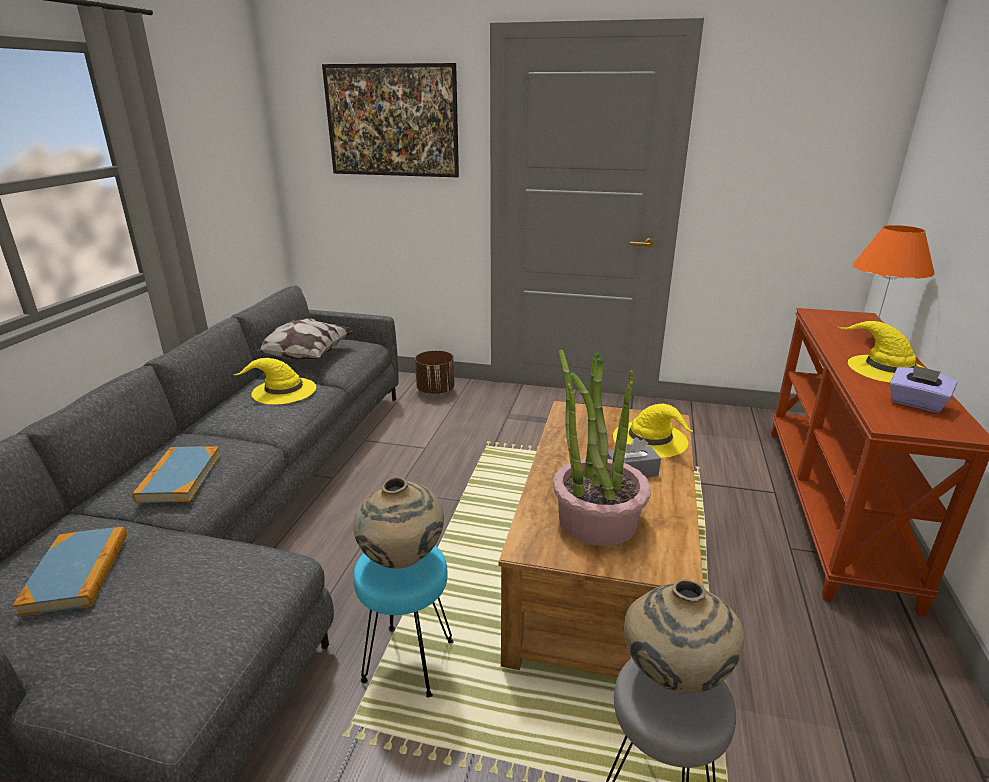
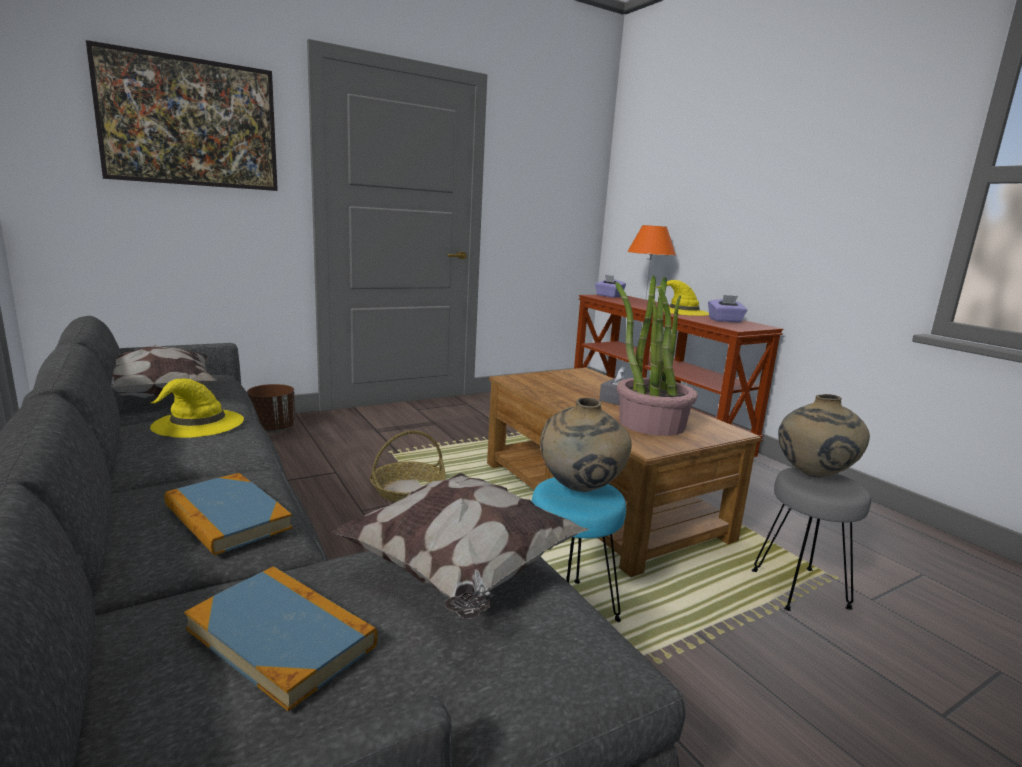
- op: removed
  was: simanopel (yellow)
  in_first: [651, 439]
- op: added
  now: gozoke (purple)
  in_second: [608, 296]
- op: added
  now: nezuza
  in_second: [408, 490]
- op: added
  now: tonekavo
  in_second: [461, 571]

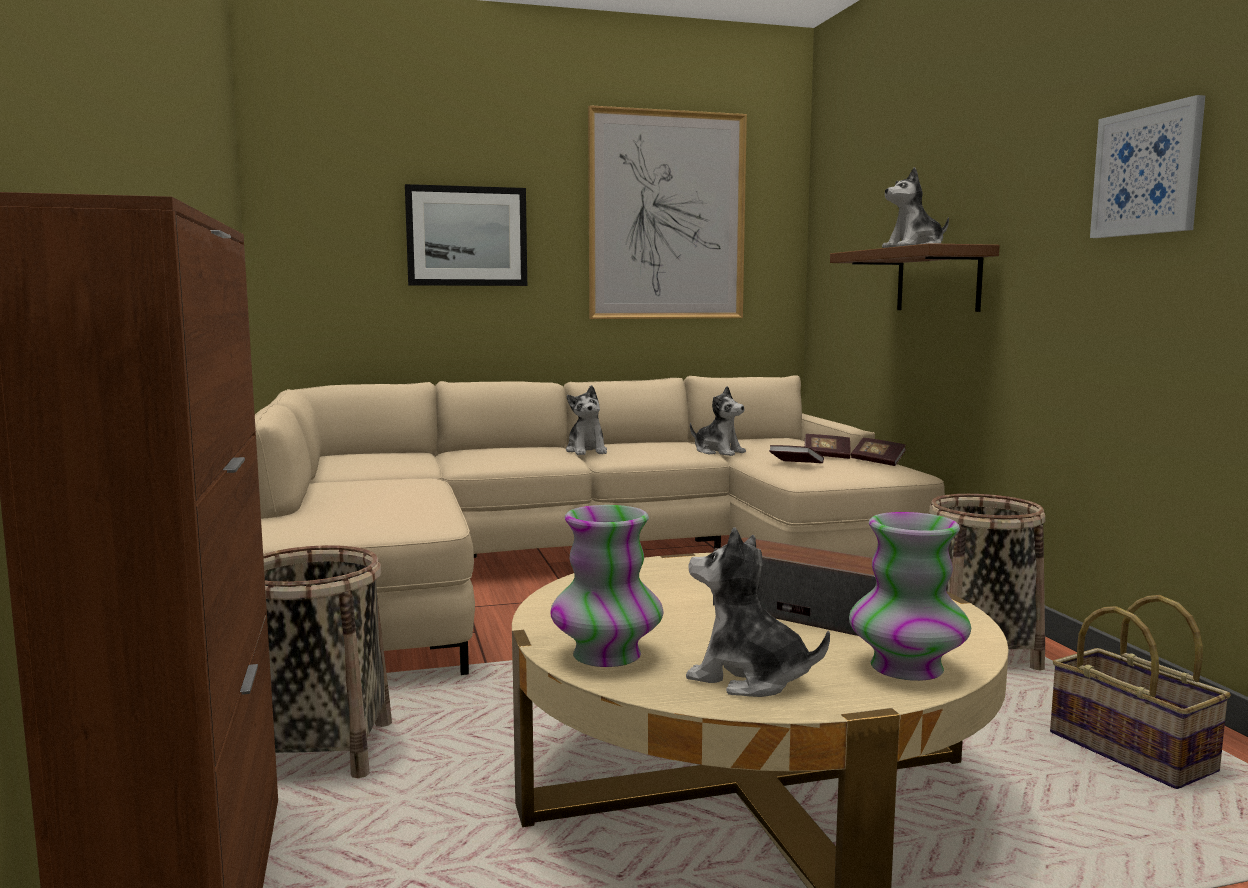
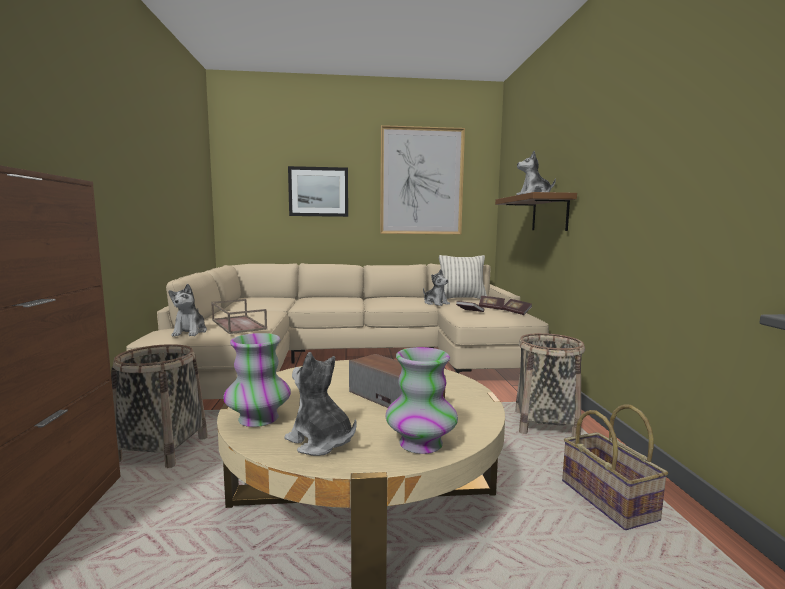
- op: removed
  was: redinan
  in_first: [1147, 172]
- op: moved
  was: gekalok
  in_first: [587, 451]
  in_second: [190, 332]
- op: added
  now: tonekavo
  in_second: [462, 298]
- op: added
  now: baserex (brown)
  in_second: [237, 324]

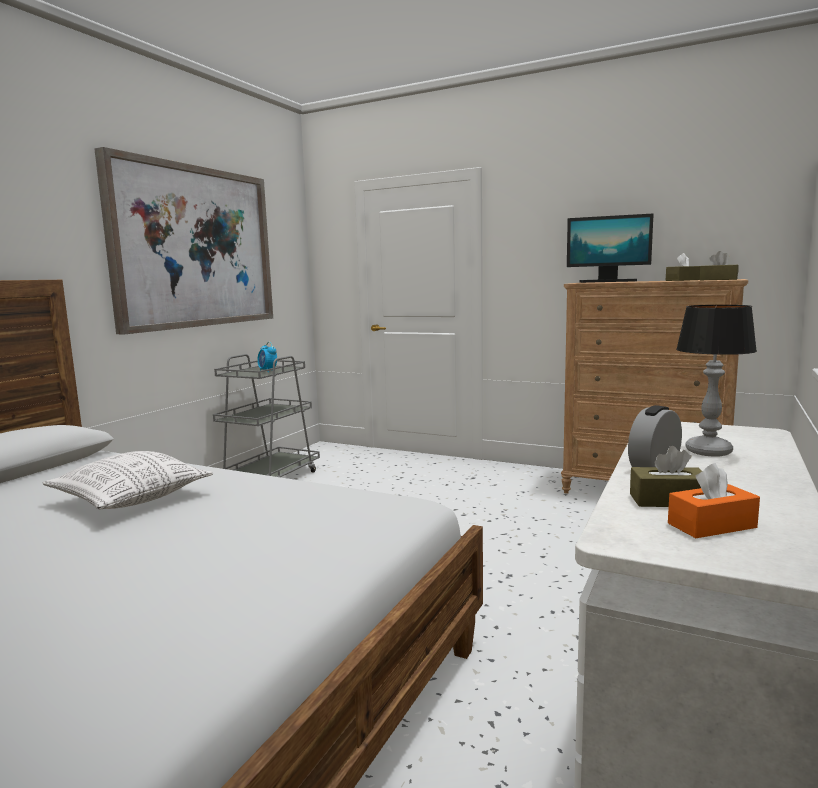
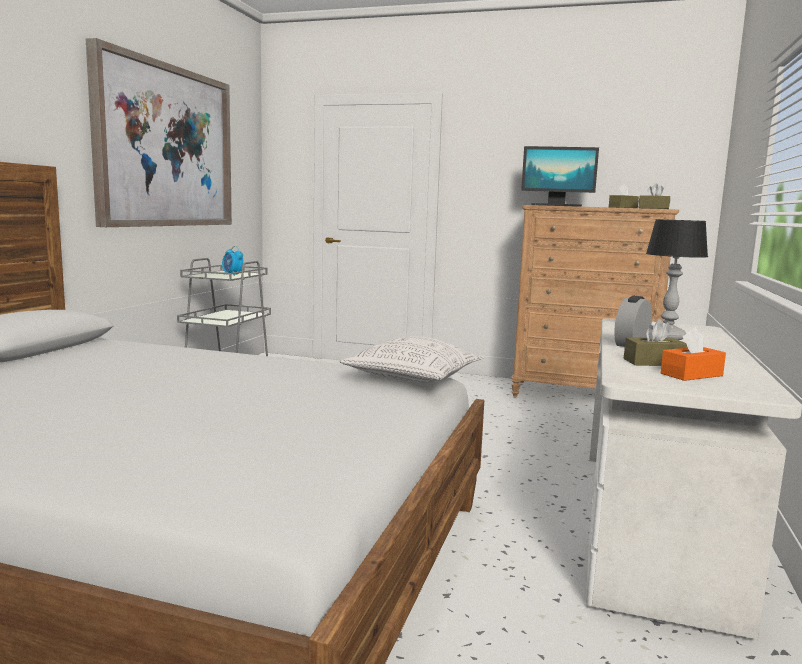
- op: moved
  was: tonekavo
  in_first: [130, 499]
  in_second: [412, 379]

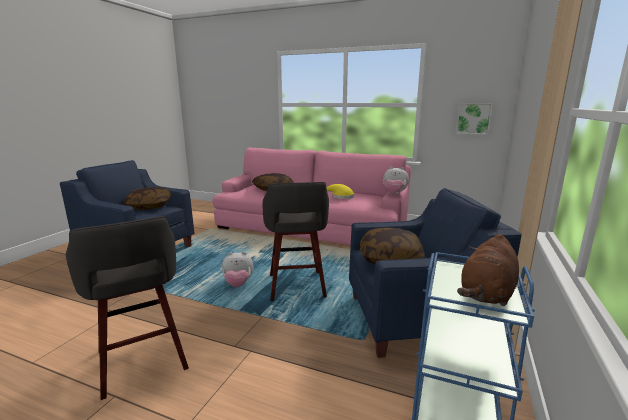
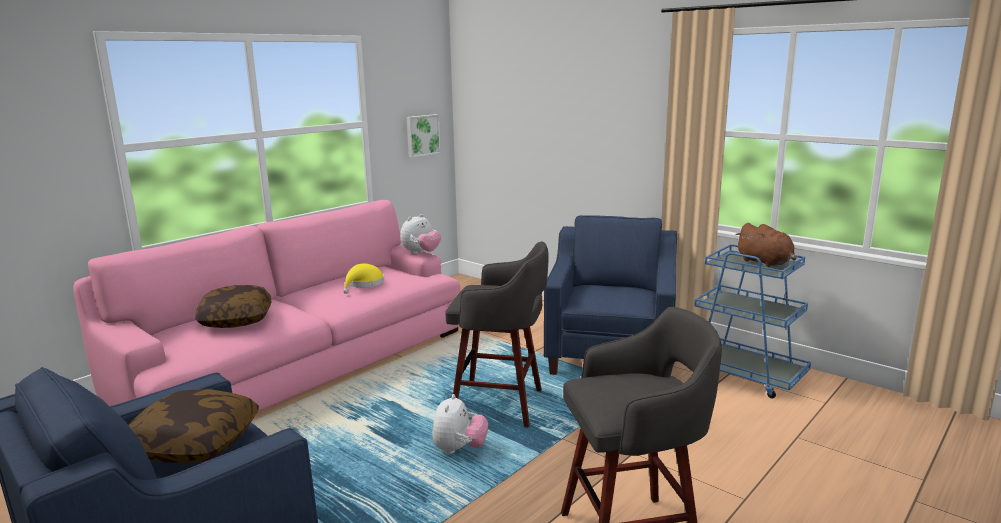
- op: removed
  was: tonekavo
  in_first: [390, 258]

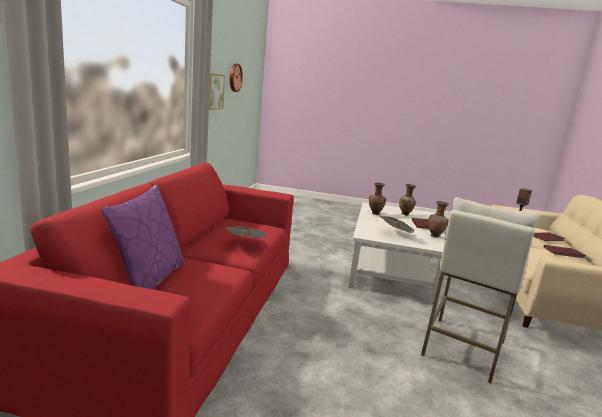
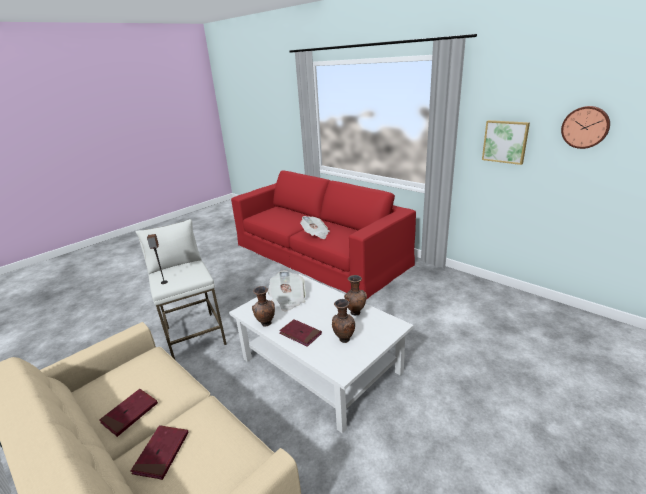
- op: removed
  was: tonekavo (purple)
  in_first: [148, 279]

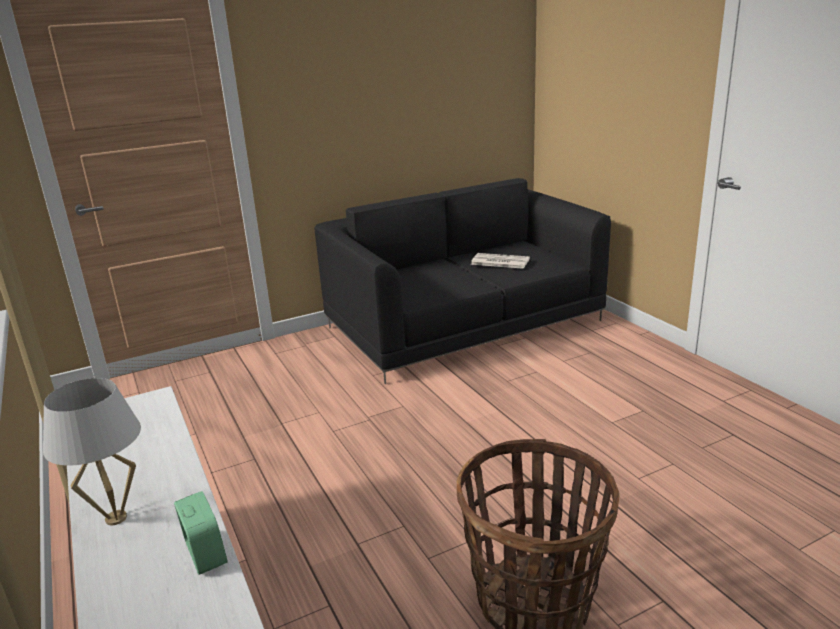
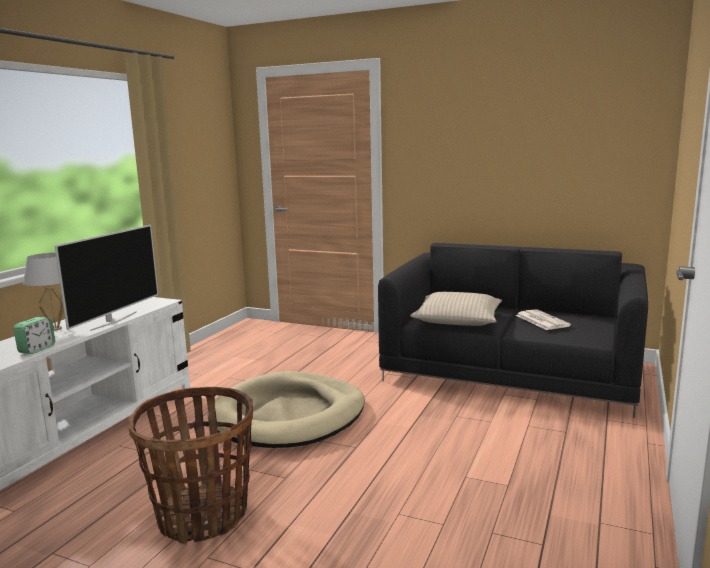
- op: added
  now: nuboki
  in_second: [113, 321]
- op: added
  now: tonekavo (beige)
  in_second: [457, 320]
- op: added
  now: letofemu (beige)
  in_second: [289, 415]

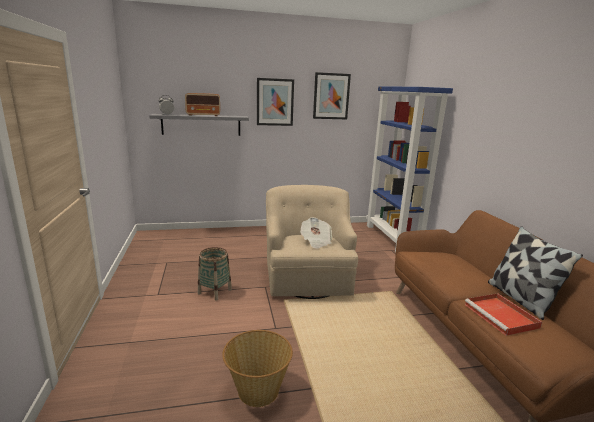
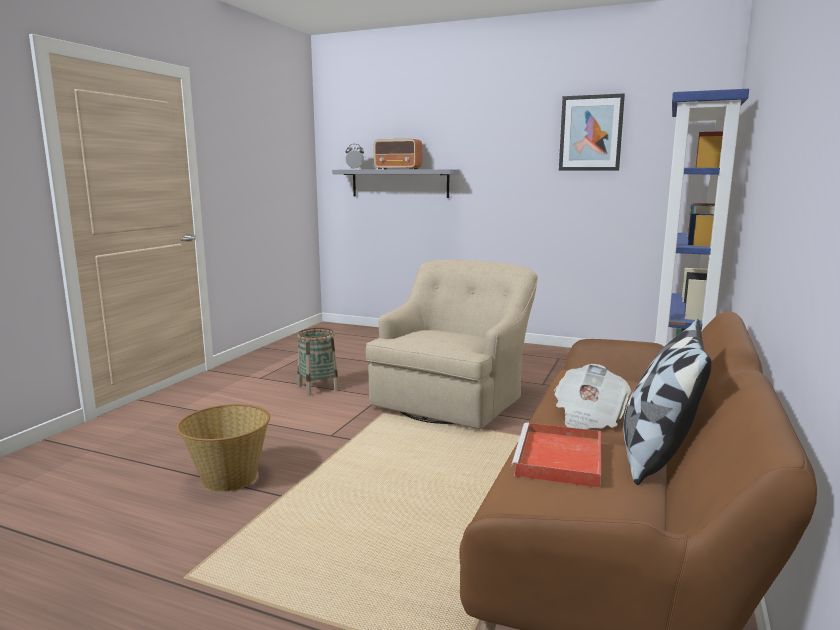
- op: removed
  was: redinan
  in_first: [275, 102]
- op: moved
  was: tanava
  in_first: [316, 241]
  in_second: [588, 417]

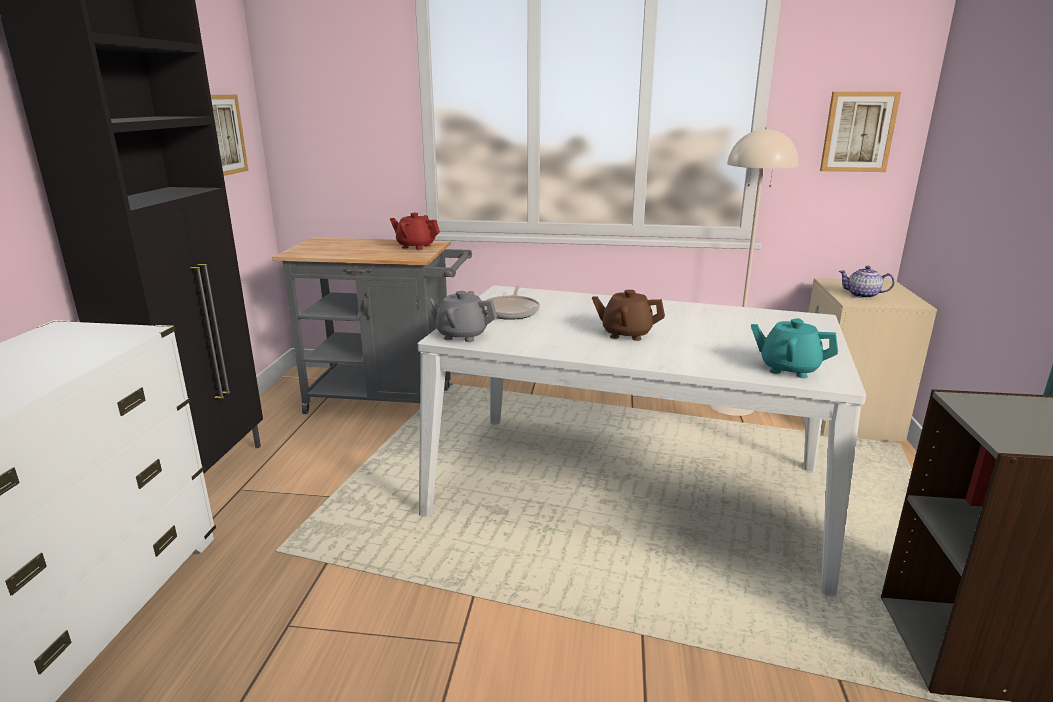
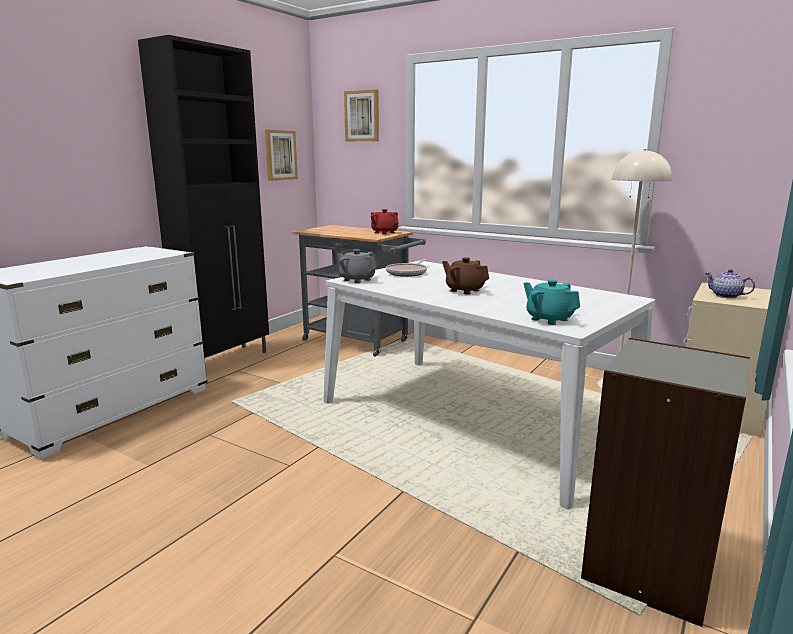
- op: moved
  was: redinan
  in_first: [858, 132]
  in_second: [362, 116]

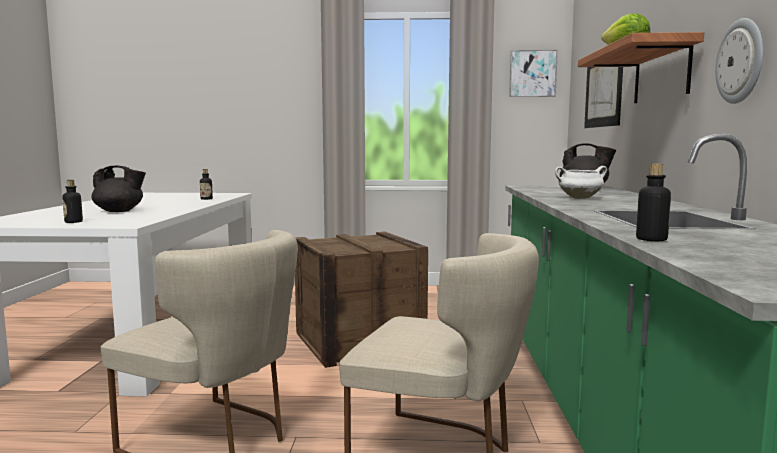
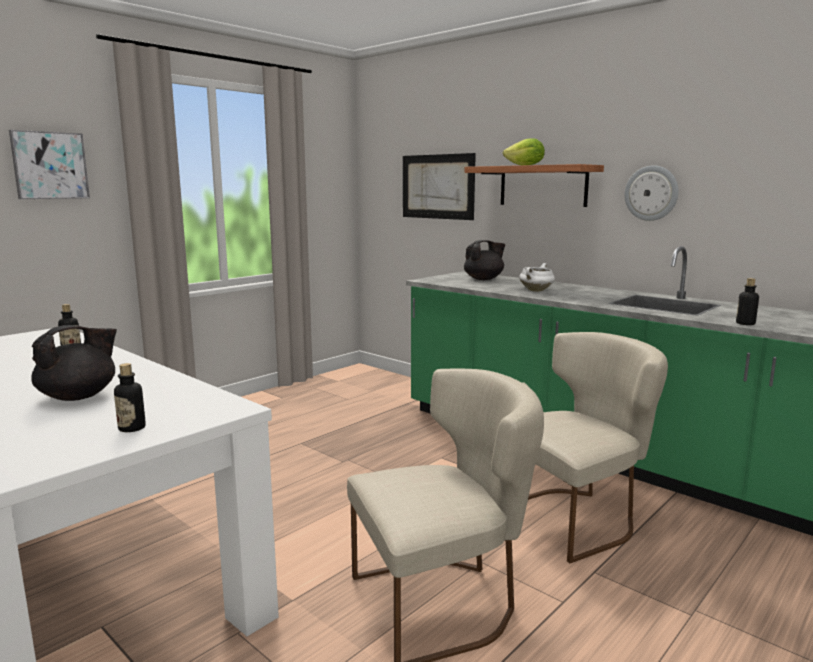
- op: moved
  was: redinan
  in_first: [532, 73]
  in_second: [49, 165]
- op: removed
  was: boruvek
  in_first: [358, 341]

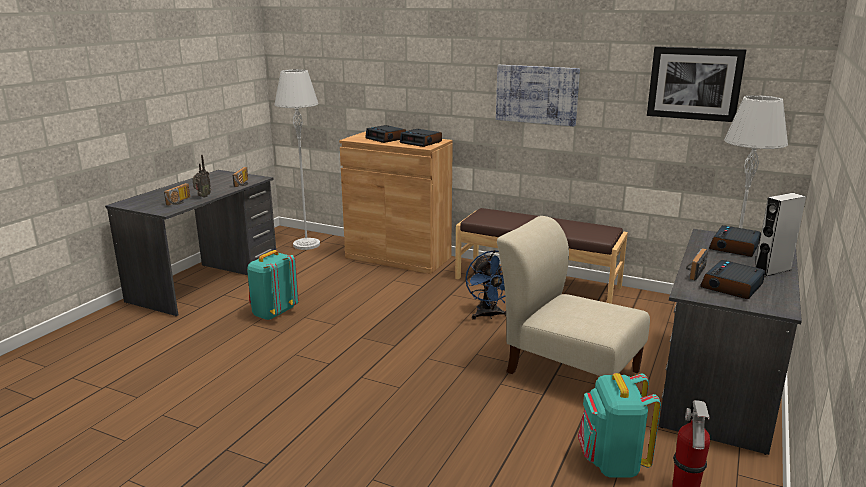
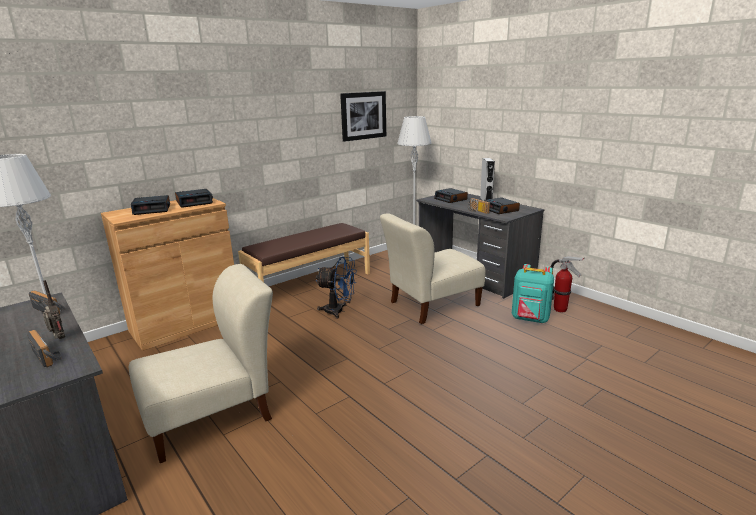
- op: removed
  was: redinan
  in_first: [536, 94]
- op: replaced
  was: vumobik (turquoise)
  now: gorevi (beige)
  in_first: [273, 313]
  in_second: [213, 416]

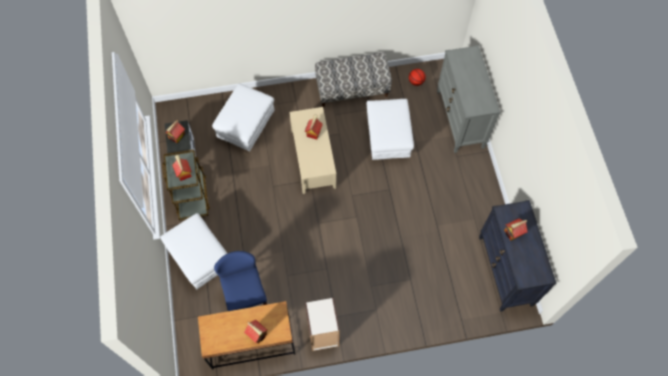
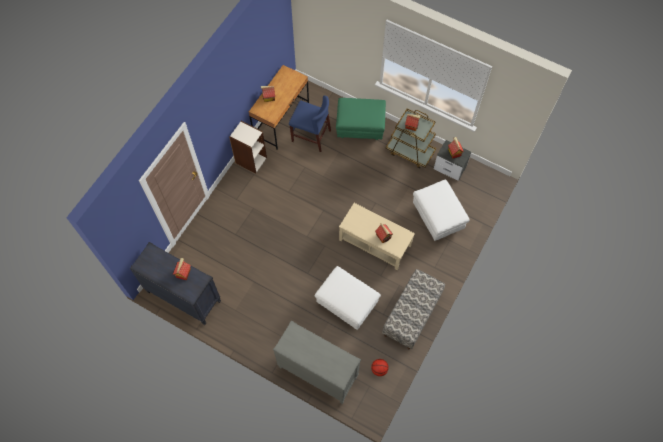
- op: recoloured
  was: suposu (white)
  now: suposu (green)
  in_first: [200, 259]
  in_second: [360, 128]

